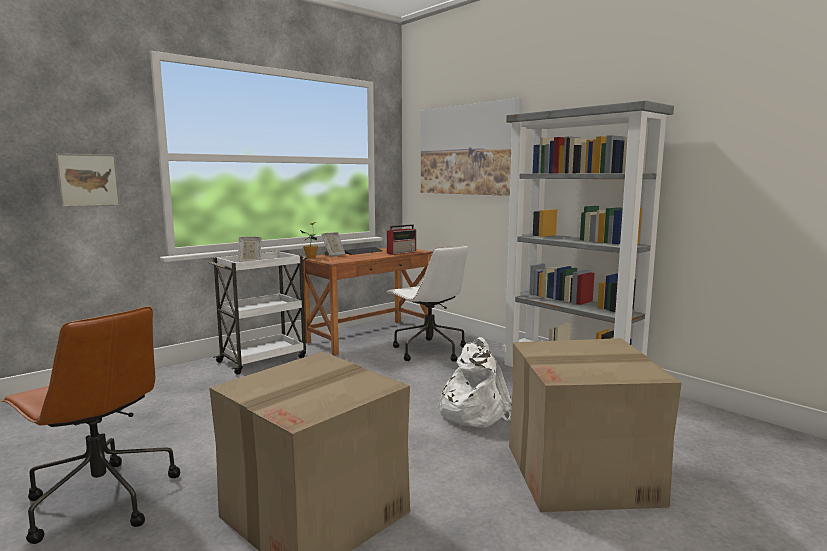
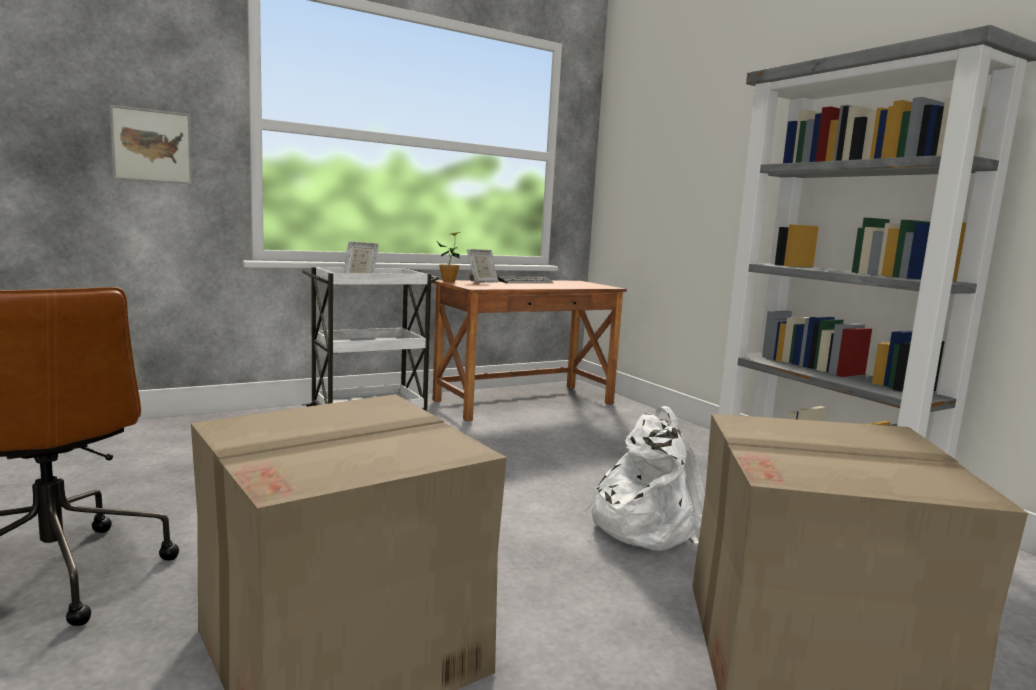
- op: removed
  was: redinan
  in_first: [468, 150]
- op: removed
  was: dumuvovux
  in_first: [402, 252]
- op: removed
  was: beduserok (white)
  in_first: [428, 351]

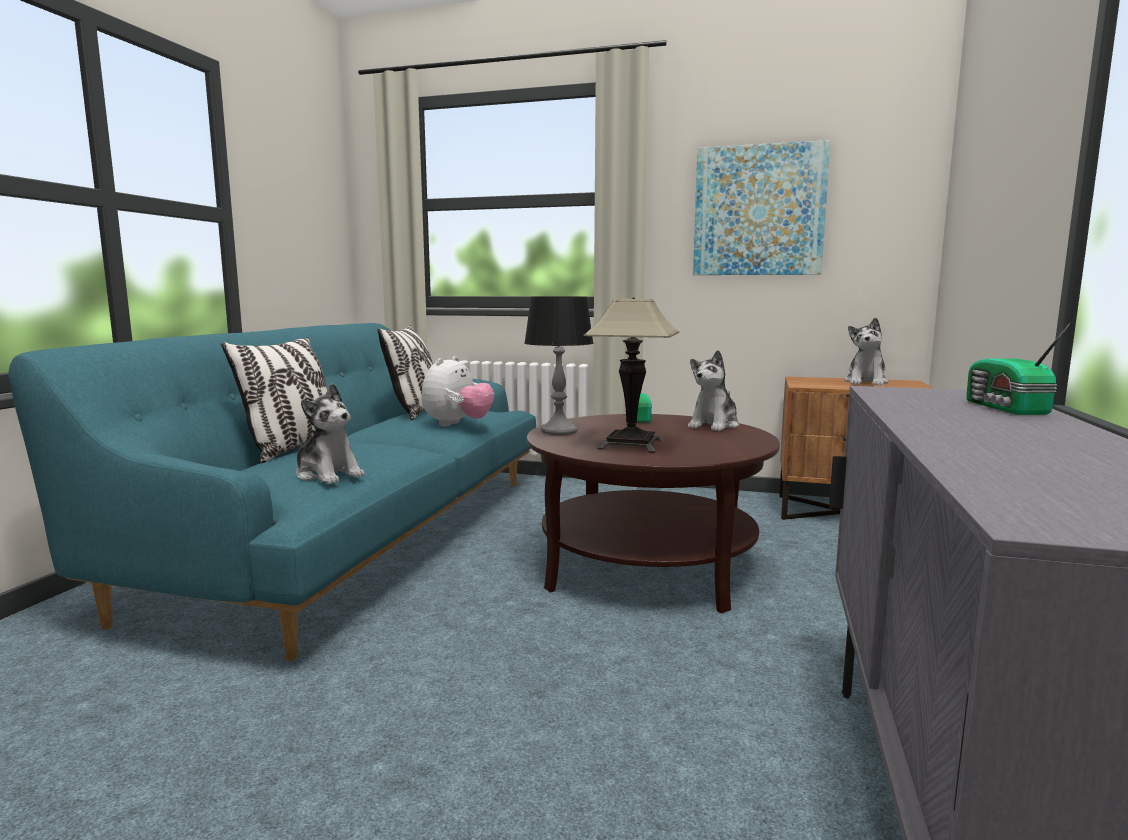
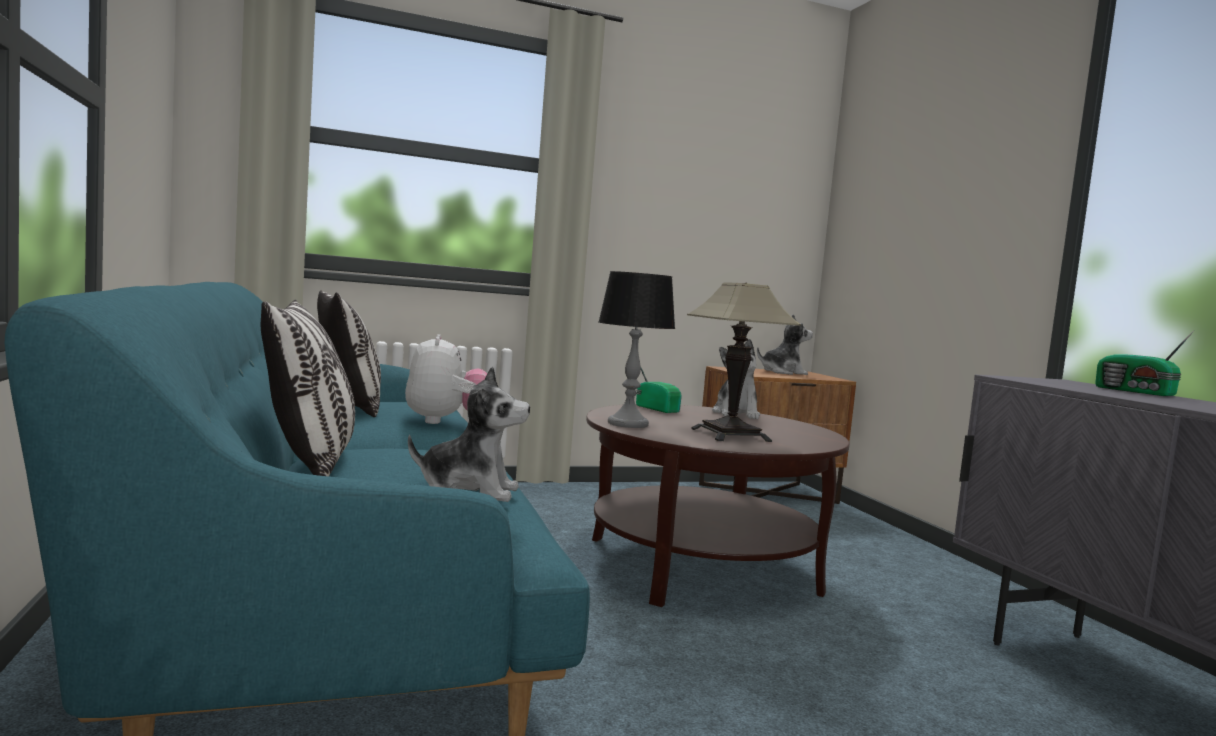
- op: removed
  was: redinan
  in_first: [758, 211]
- op: turned
  was: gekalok
  in_first: [866, 382]
  in_second: [782, 372]
  clockwise: -90

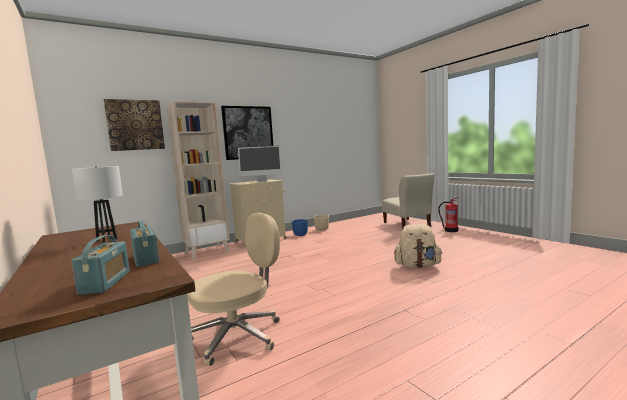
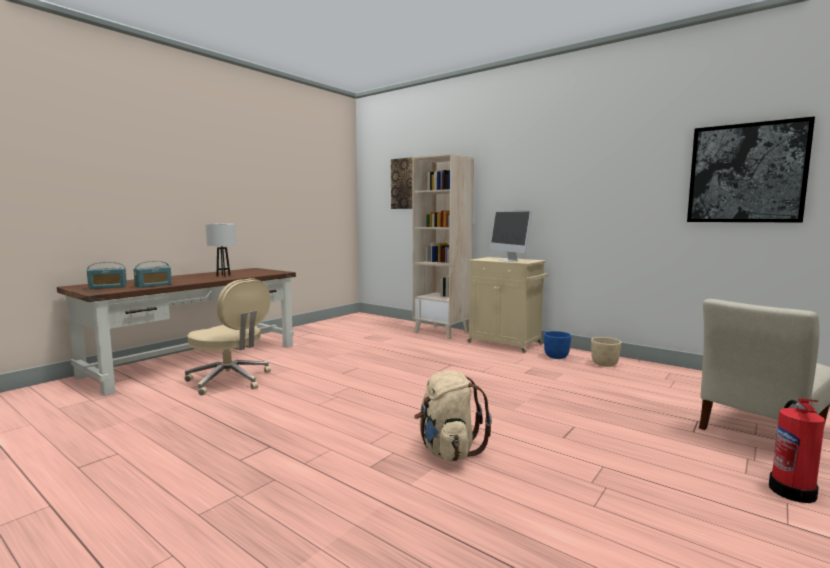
- op: moved
  was: redinan
  in_first: [248, 132]
  in_second: [746, 173]

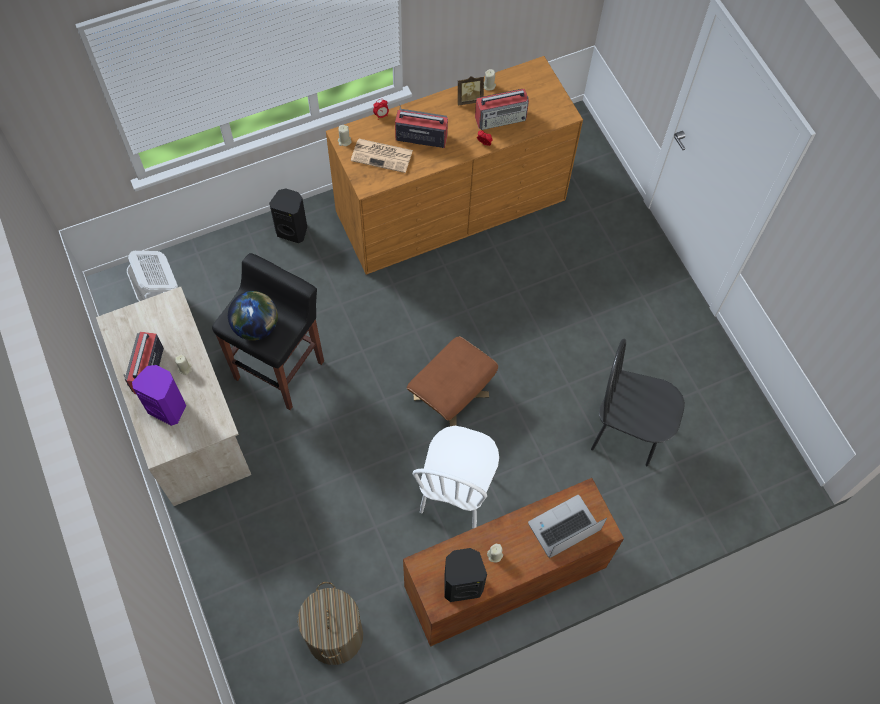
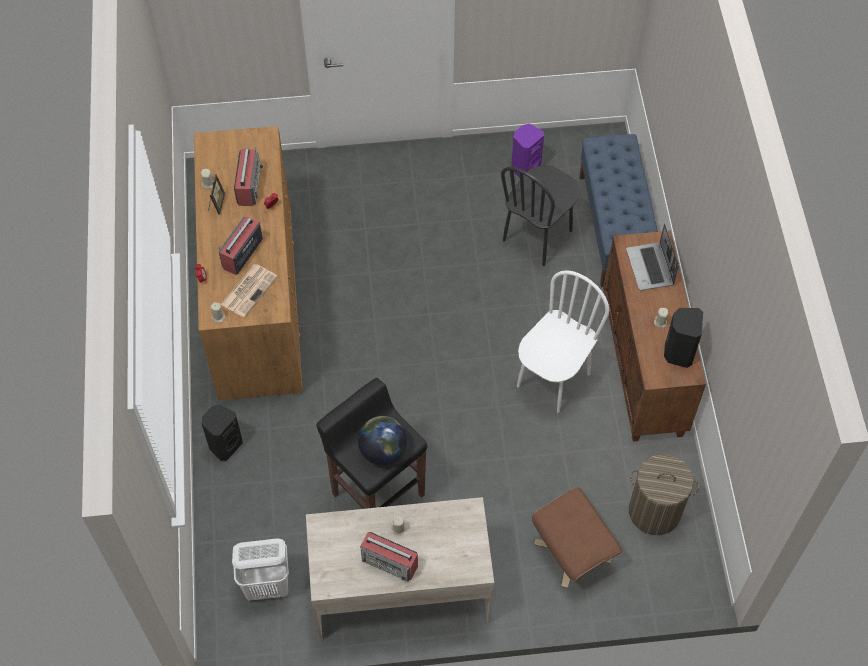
- op: moved
  was: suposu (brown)
  in_first: [451, 396]
  in_second: [573, 551]
- op: moved
  was: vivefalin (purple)
  in_first: [168, 408]
  in_second: [524, 167]
- op: turned
  was: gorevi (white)
  in_first: [456, 494]
  in_second: [552, 379]
  clockwise: -90
- op: added
  now: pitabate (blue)
  in_second: [614, 228]

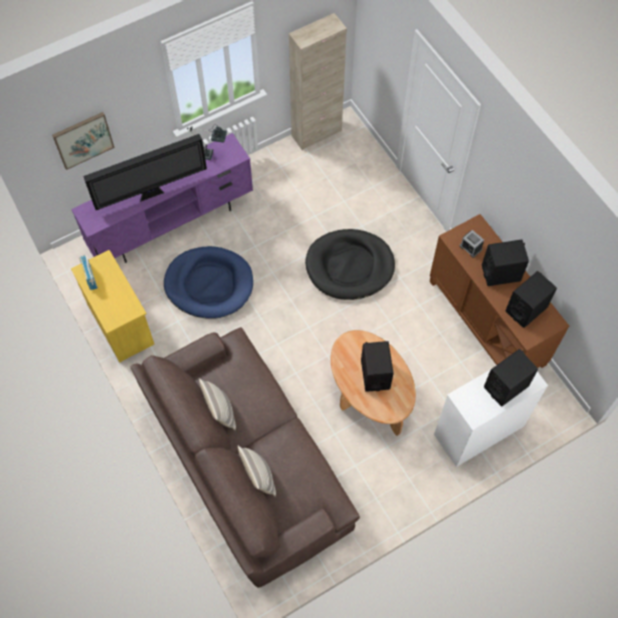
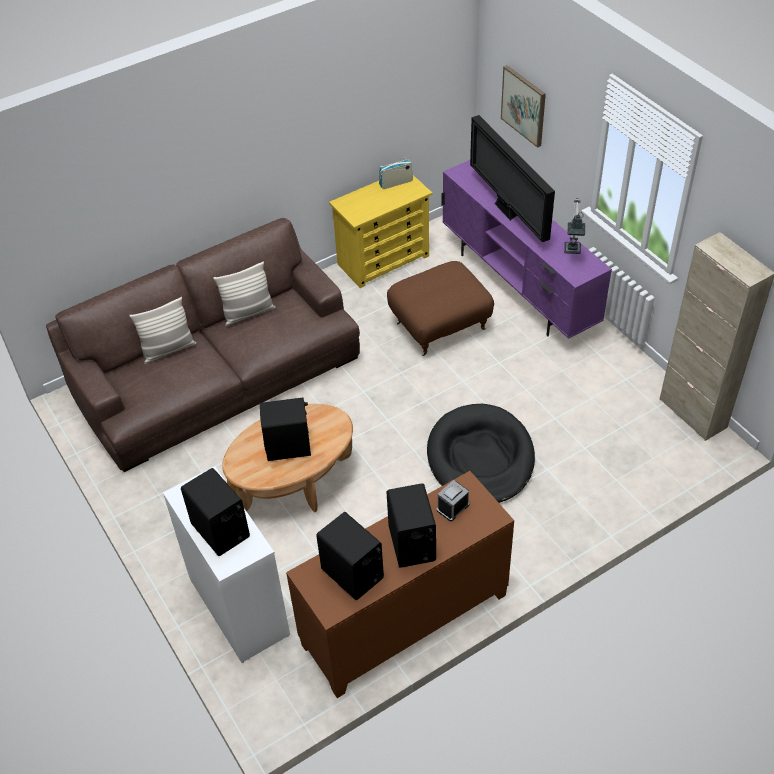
- op: replaced
  was: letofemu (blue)
  now: suposu (brown)
  in_first: [209, 284]
  in_second: [440, 325]

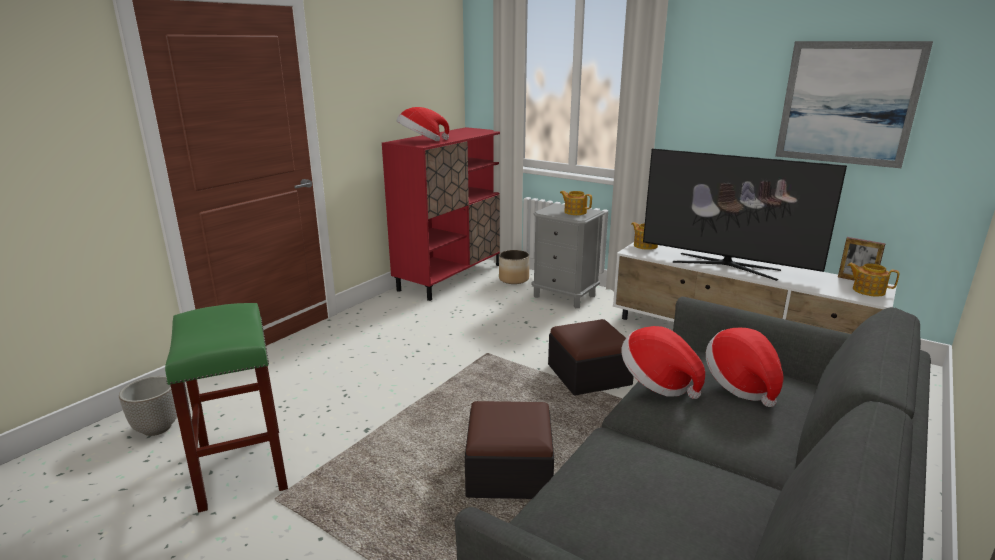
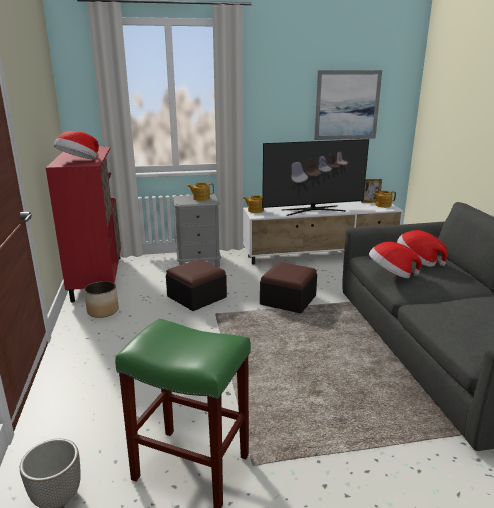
- op: moved
  was: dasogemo
  in_first: [514, 279]
  in_second: [103, 311]
- op: moved
  was: suposu
  in_first: [509, 471]
  in_second: [197, 297]

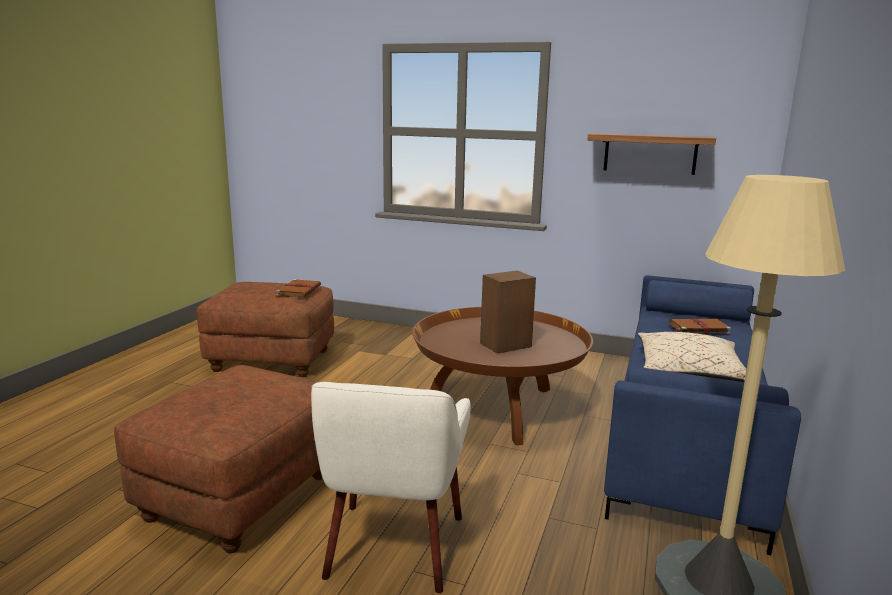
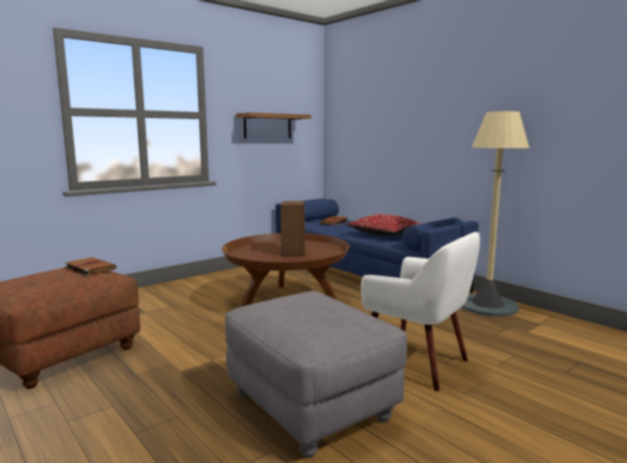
- op: recoloured
  was: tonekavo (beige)
  now: tonekavo (red)
  in_first: [689, 372]
  in_second: [384, 234]
- op: recoloured
  was: suposu (brown)
  now: suposu (grey)
  in_first: [240, 496]
  in_second: [310, 406]

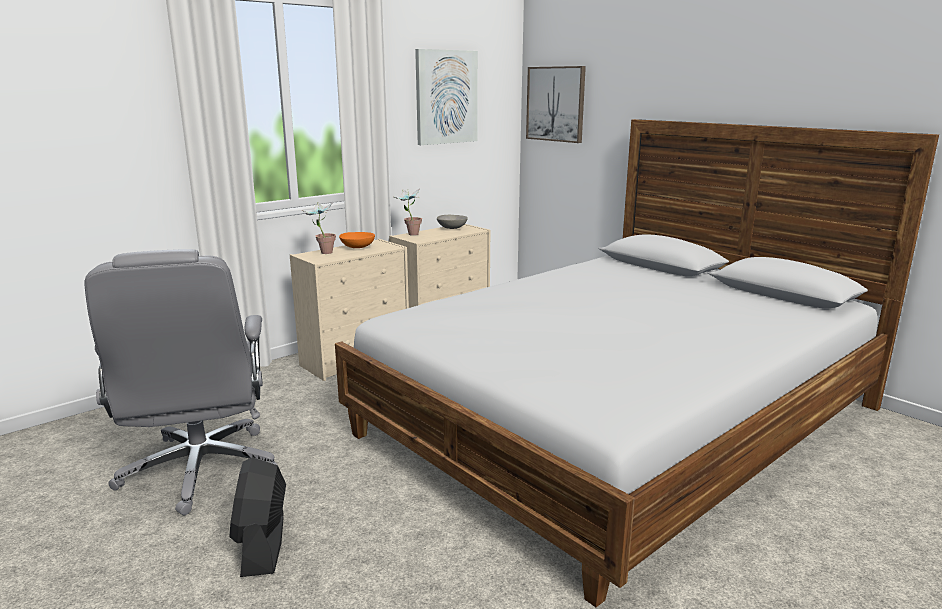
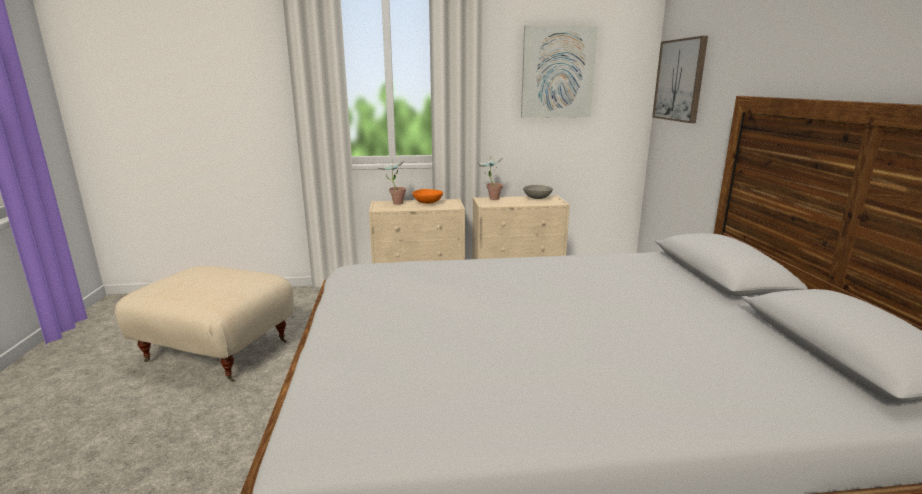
- op: replaced
  was: beduserok (grey)
  now: suposu (beige)
  in_first: [200, 470]
  in_second: [216, 353]
- op: removed
  was: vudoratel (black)
  in_first: [263, 545]

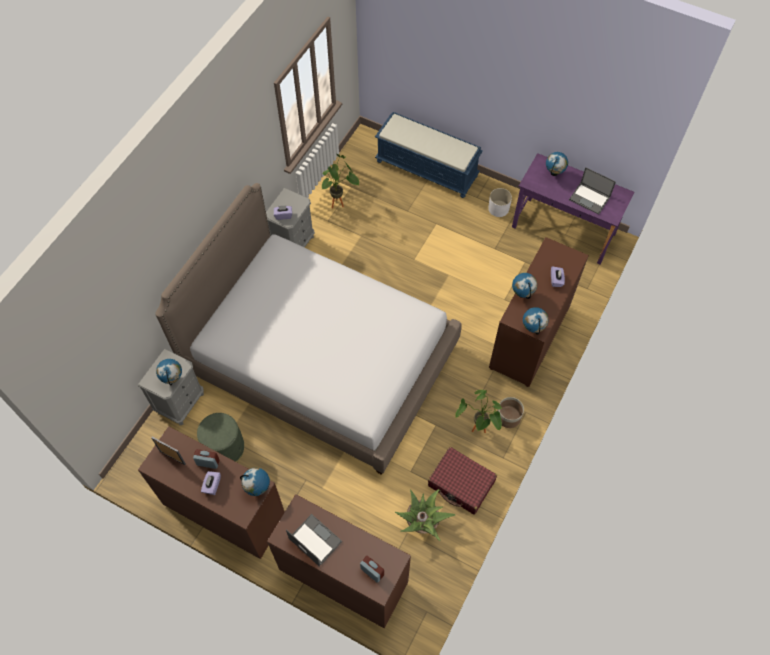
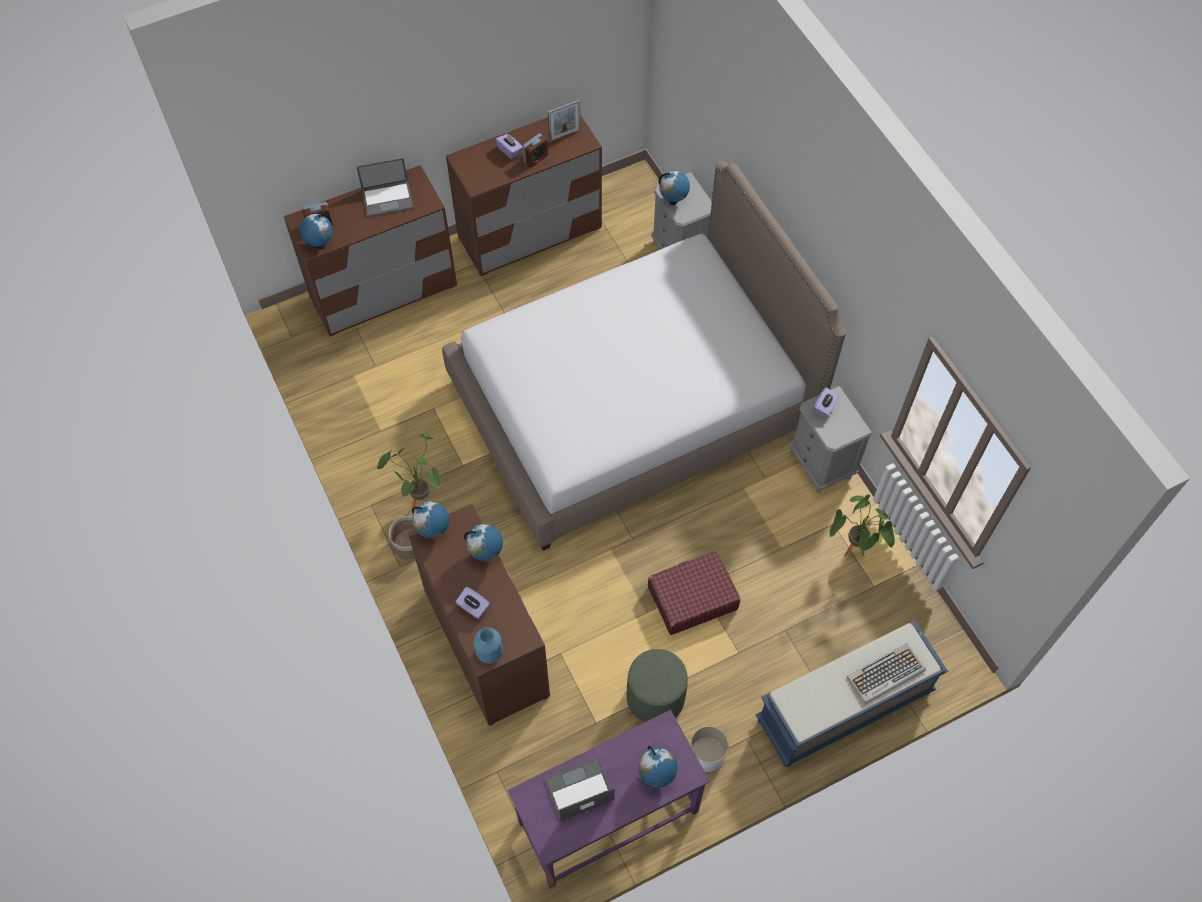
- op: moved
  was: suposu (green)
  in_first: [225, 448]
  in_second: [655, 698]
- op: moved
  was: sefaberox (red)
  in_first: [461, 484]
  in_second: [692, 598]
- op: moved
  was: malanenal
  in_first: [258, 488]
  in_second: [320, 245]
- op: removed
  was: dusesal
  in_first: [423, 522]
- op: added
  now: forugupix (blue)
  in_second: [490, 653]
- op: added
  now: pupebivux
  in_second: [885, 674]

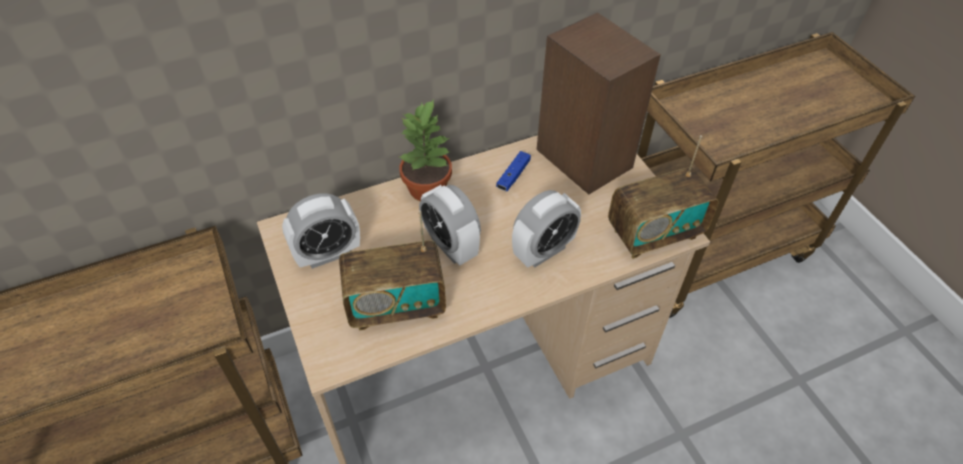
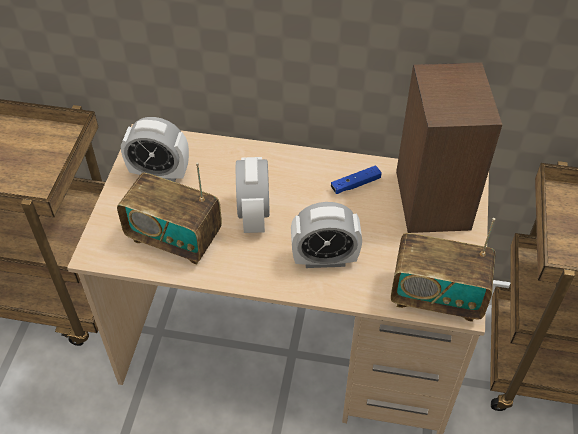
- op: removed
  was: dusesal
  in_first: [428, 189]

